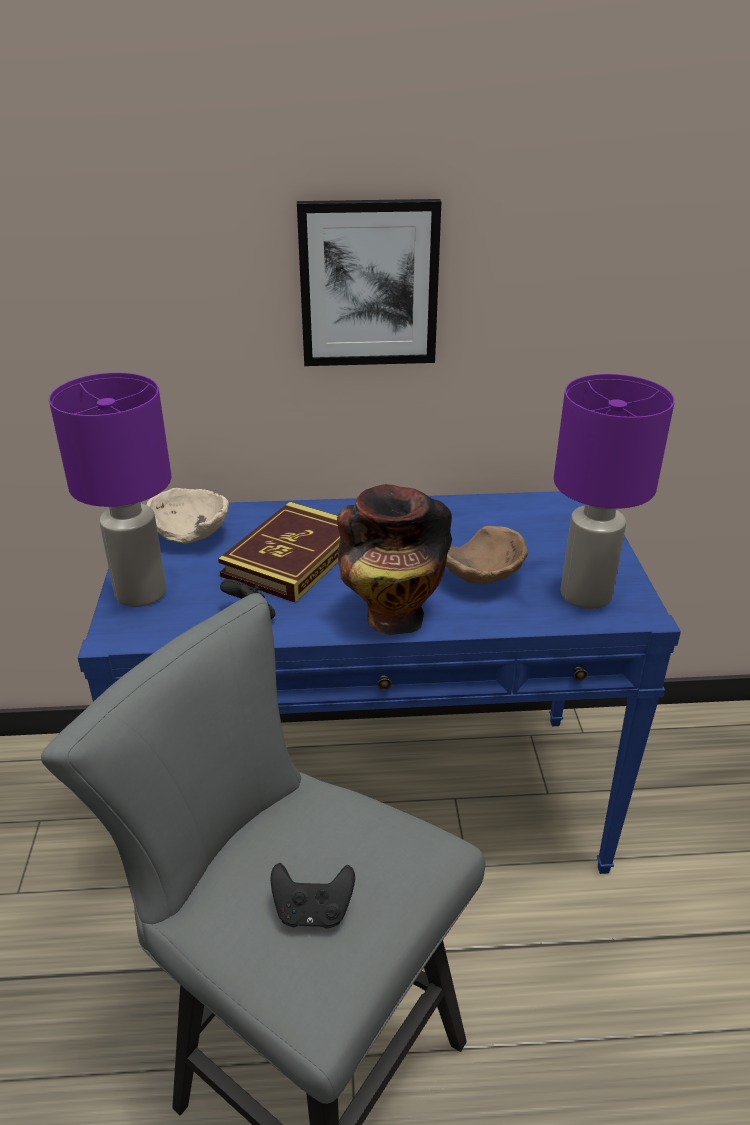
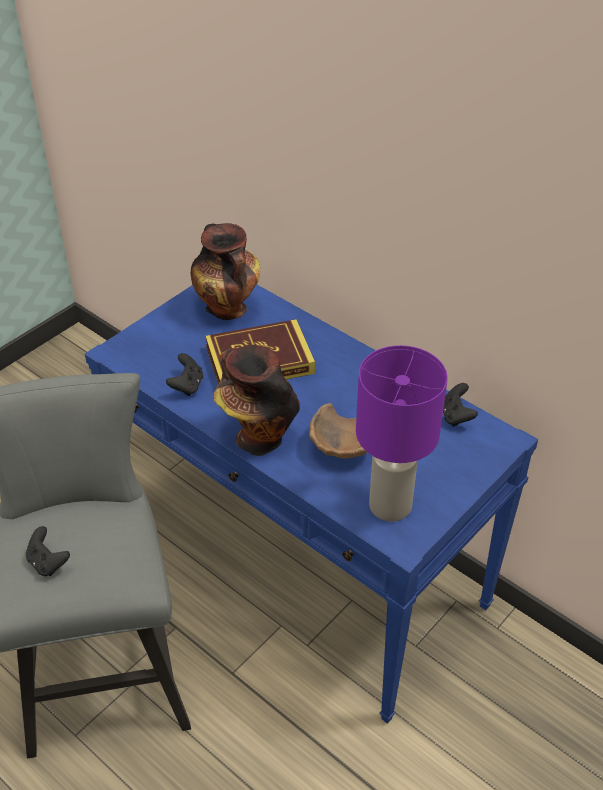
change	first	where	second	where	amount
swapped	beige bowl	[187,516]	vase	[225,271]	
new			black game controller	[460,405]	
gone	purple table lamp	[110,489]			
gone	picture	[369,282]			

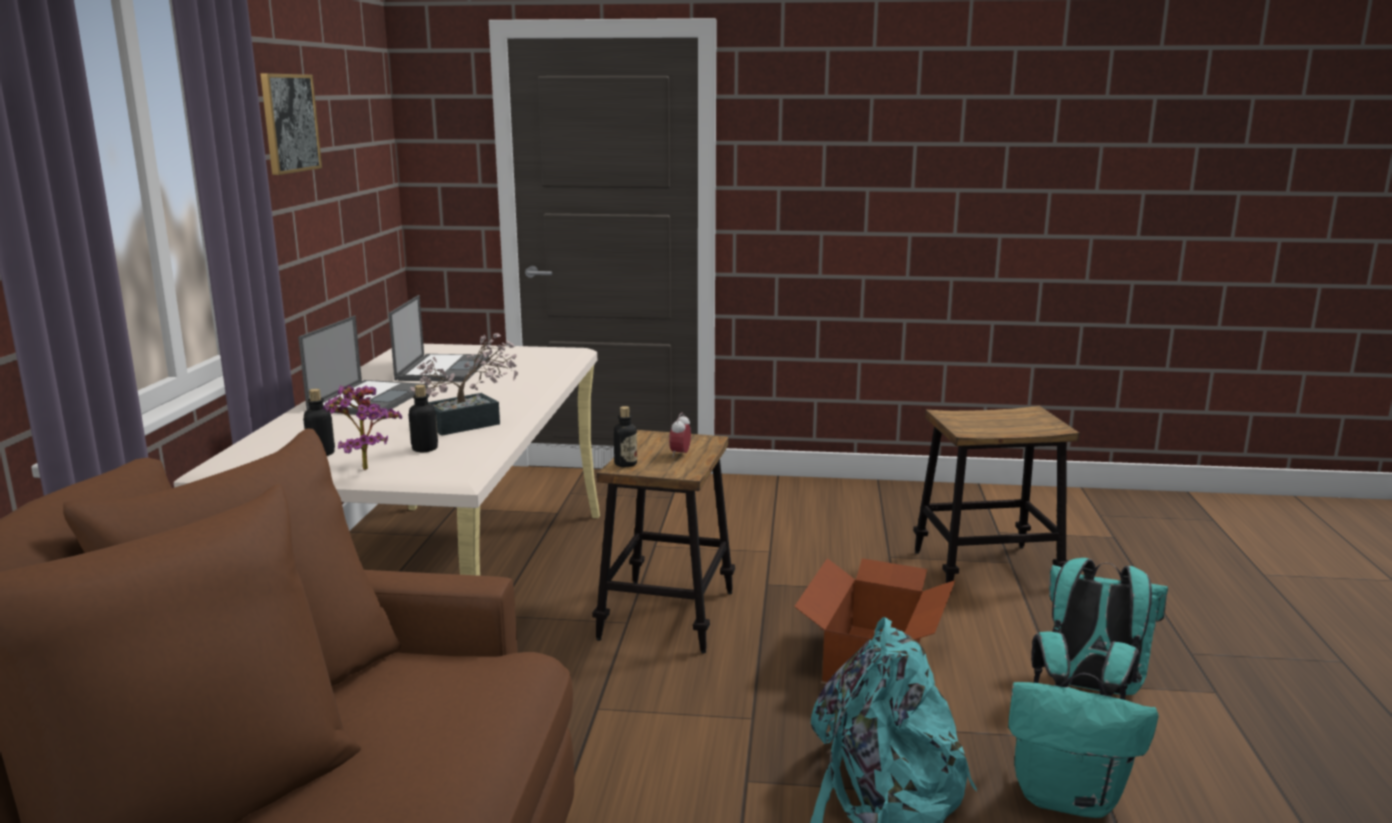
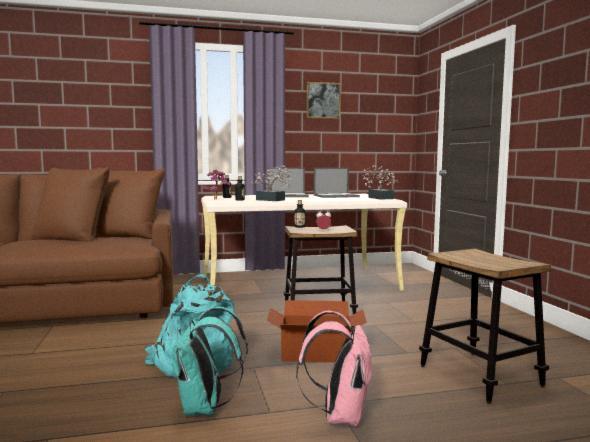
change	first	where	second	where	amount
repainted	turquoise backpack	[1108,626]	pink backpack	[334,369]	
new			potted plant	[380,182]	

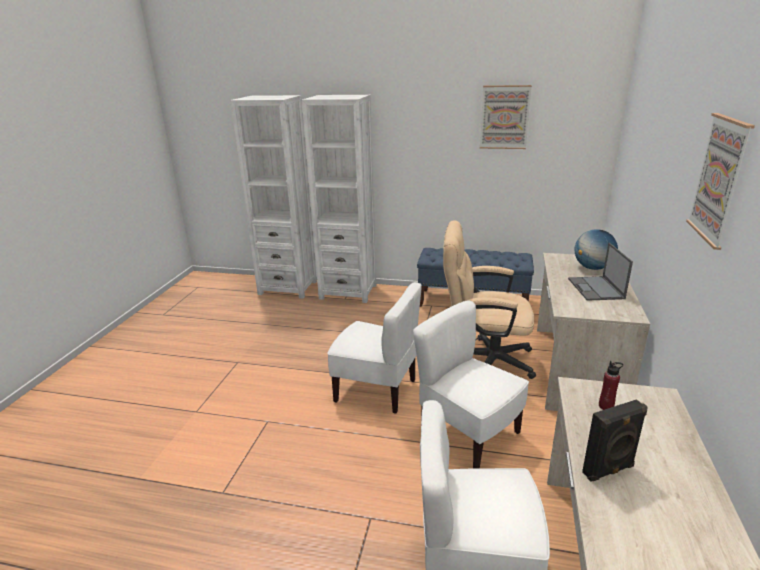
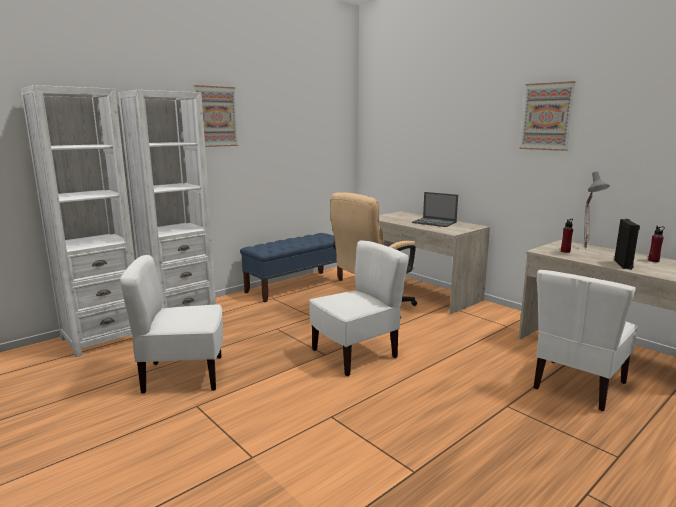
change	first	where	second	where	amount
shifted	white chair	[471,384]		[171,324]	
shifted	picture	[506,117]		[215,116]	
new			grey table lamp	[597,211]	
new			red bottle	[656,244]	
gone	globe	[596,249]			

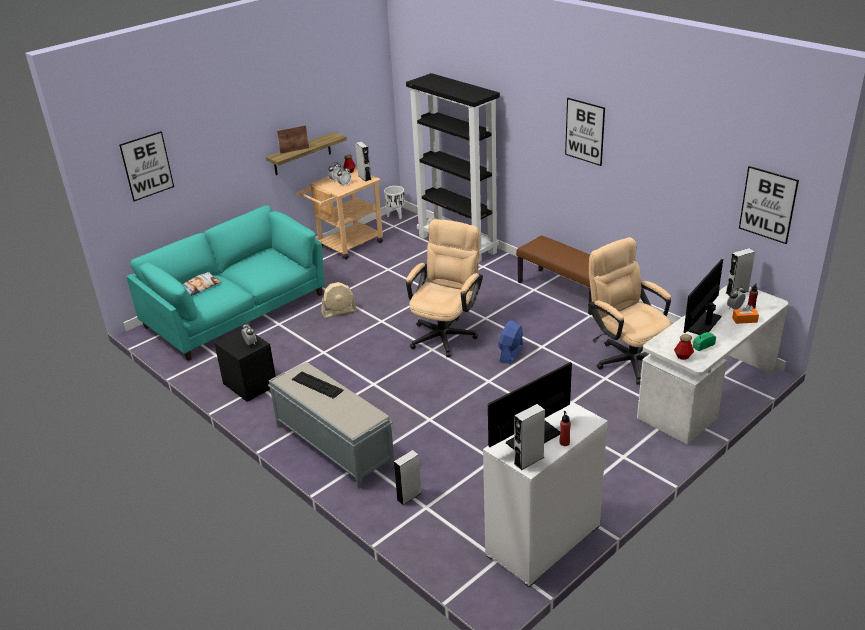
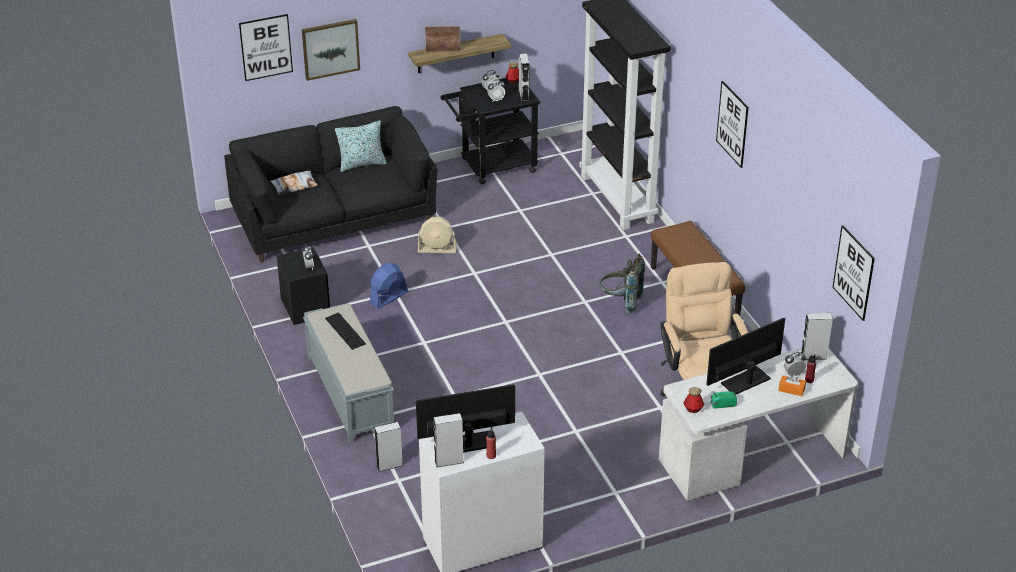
change	first	where	second	where	amount
repainted	turquoise sofa	[225,283]	black sofa	[330,184]	
new			picture	[331,50]	
new			pillow	[361,146]	
shifted	blue fan	[510,342]		[389,285]	
repainted	beige cart	[340,214]	black cart	[491,131]	
new			grey backpack	[622,284]	
gone	white planter	[394,202]			
gone	beige office chair	[444,288]			

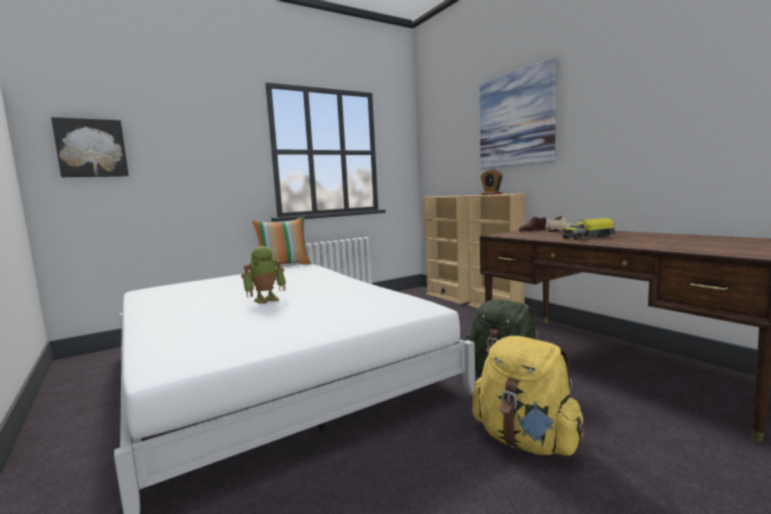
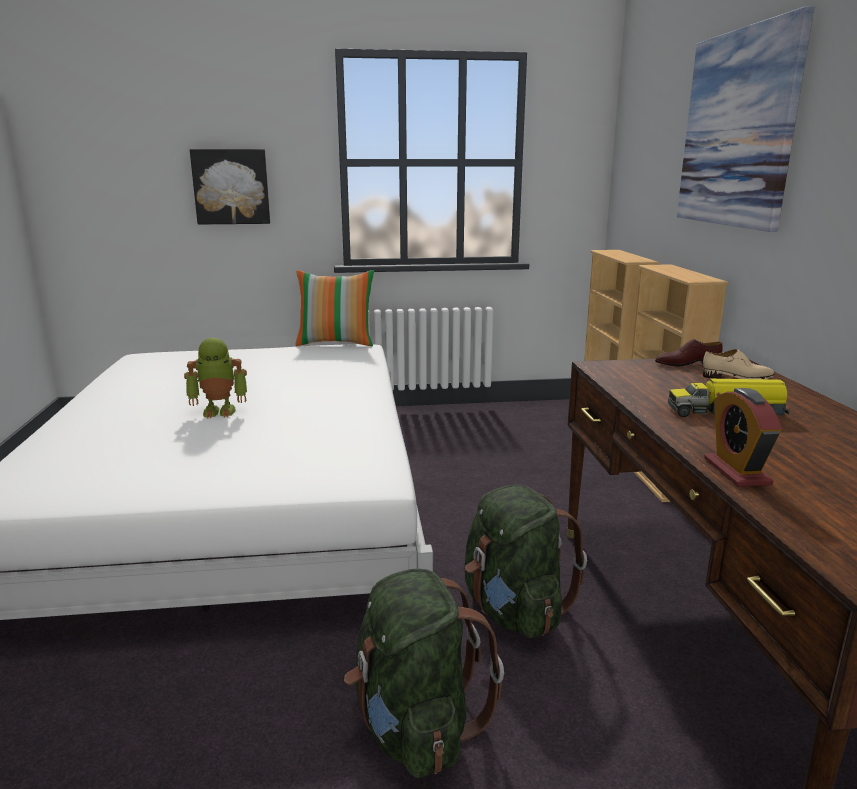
change	first	where	second	where	amount
shifted	picture	[90,147]		[230,187]	
repainted	yellow backpack	[529,396]	green backpack	[424,673]	
shifted	alarm clock	[491,182]		[743,437]	

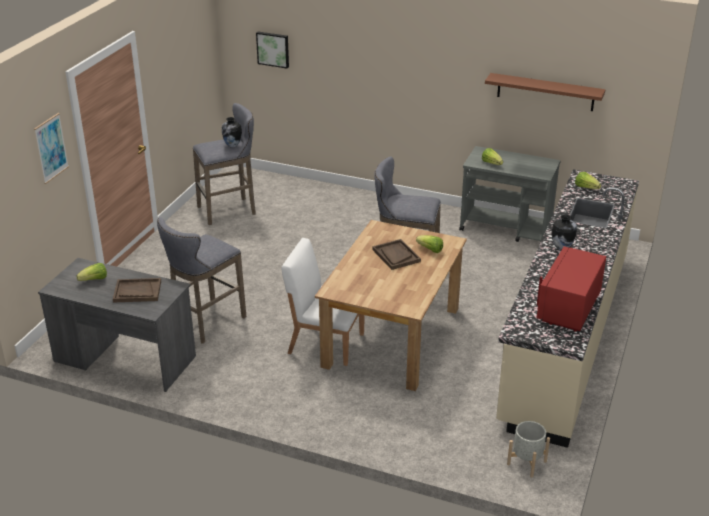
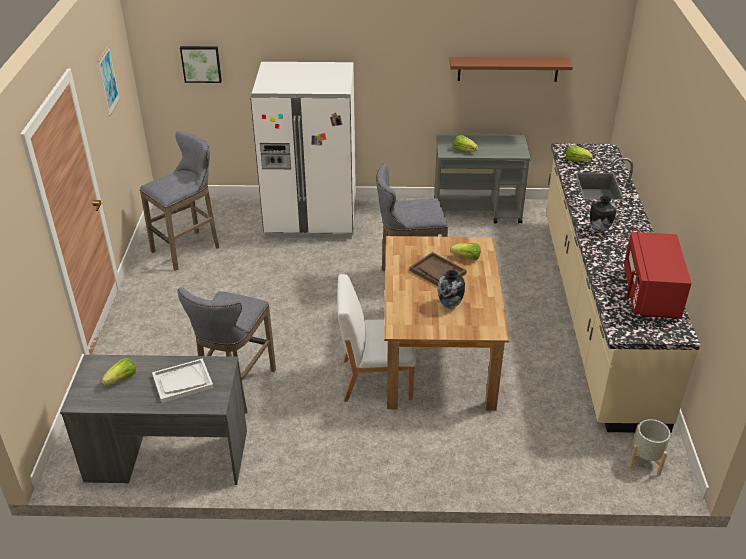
change	first	where	second	where	amount
shifted	picture	[51,148]		[109,80]	
repainted	brown tray	[137,290]	white tray	[183,380]	
new			white fridge	[303,150]	
shifted	vase	[232,132]		[451,289]	

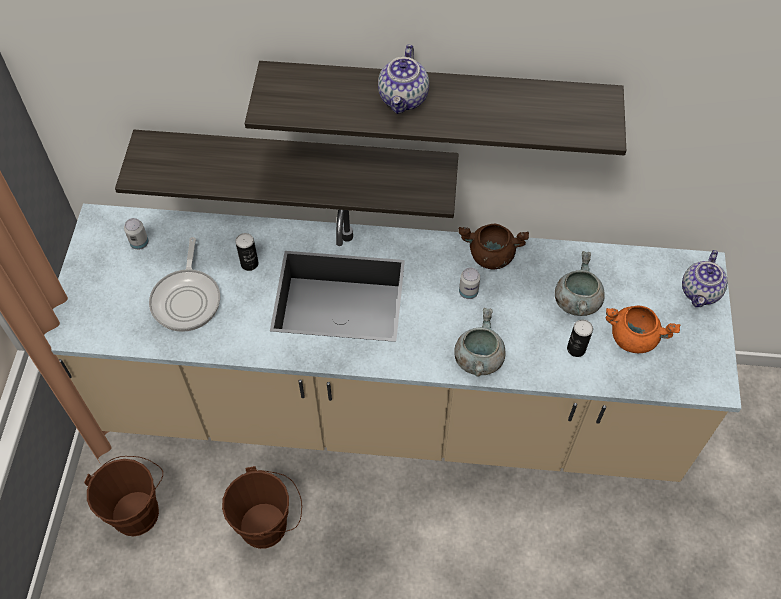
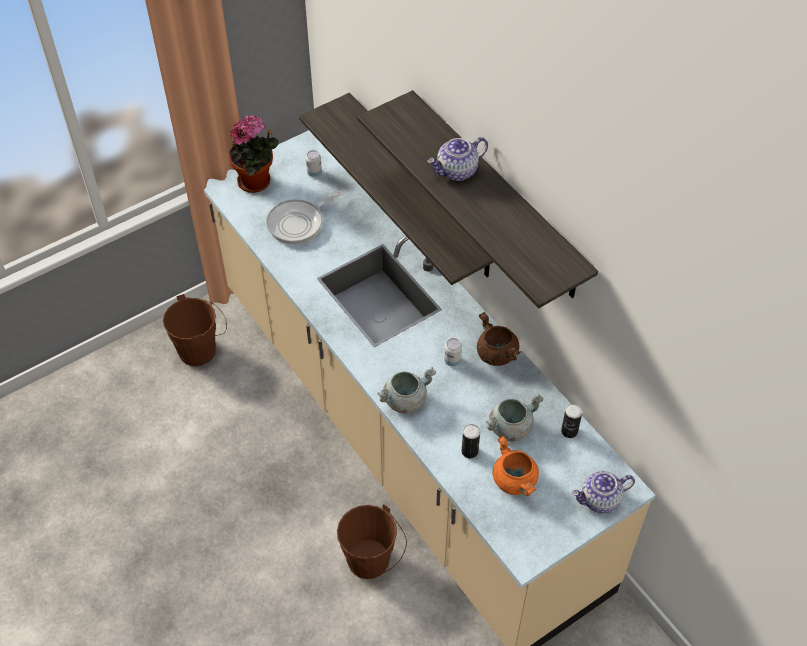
change	first	where	second	where	amount
new			potted plant	[254,154]	
shifted	brown bucket	[262,507]		[372,541]	
shifted	can	[246,252]		[571,421]	

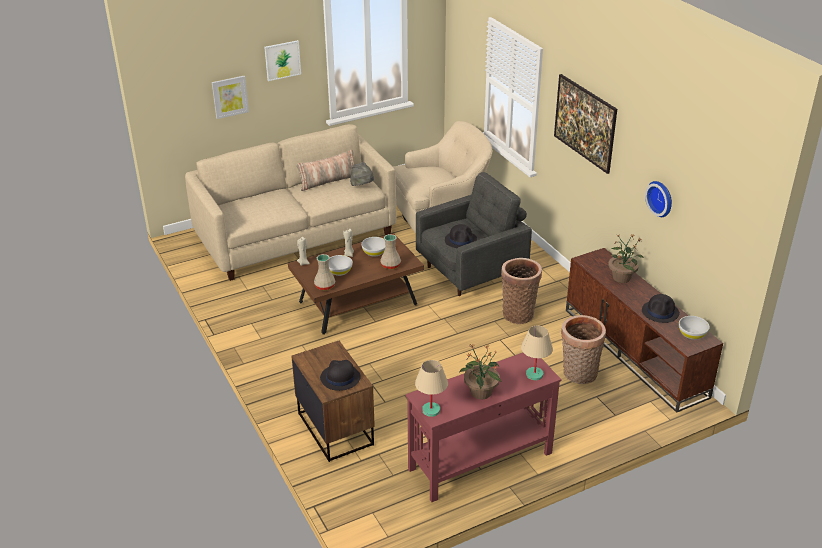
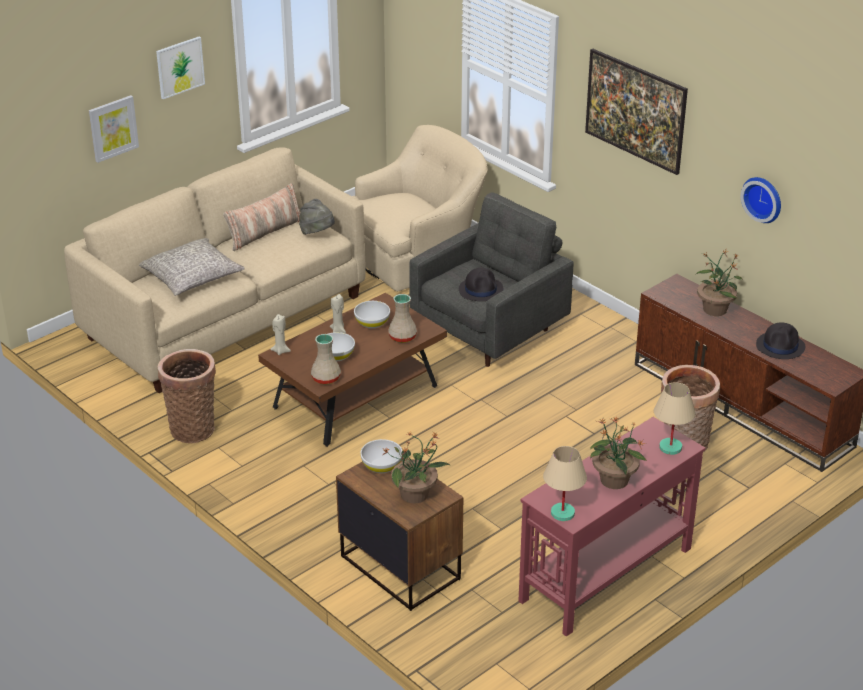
change	first	where	second	where	amount
new			grey pillow	[192,267]	
shifted	basket	[521,291]		[187,396]	
shifted	white bowl	[694,328]		[381,456]	
swapped	black hat	[340,375]	potted plant	[417,467]	

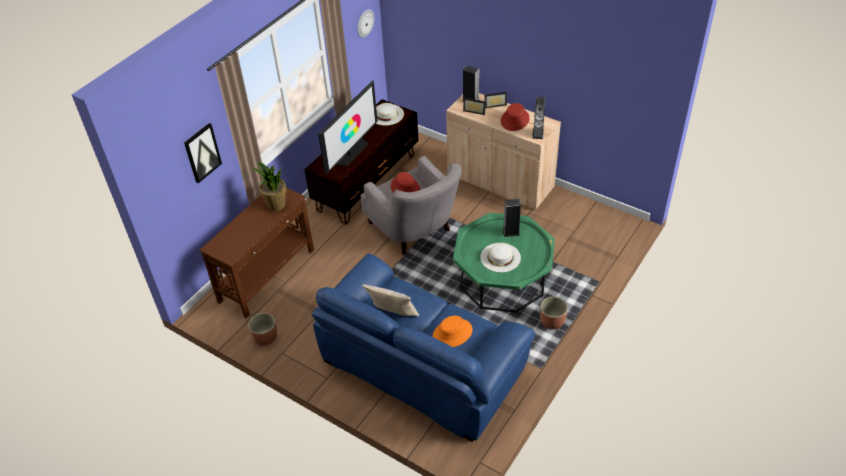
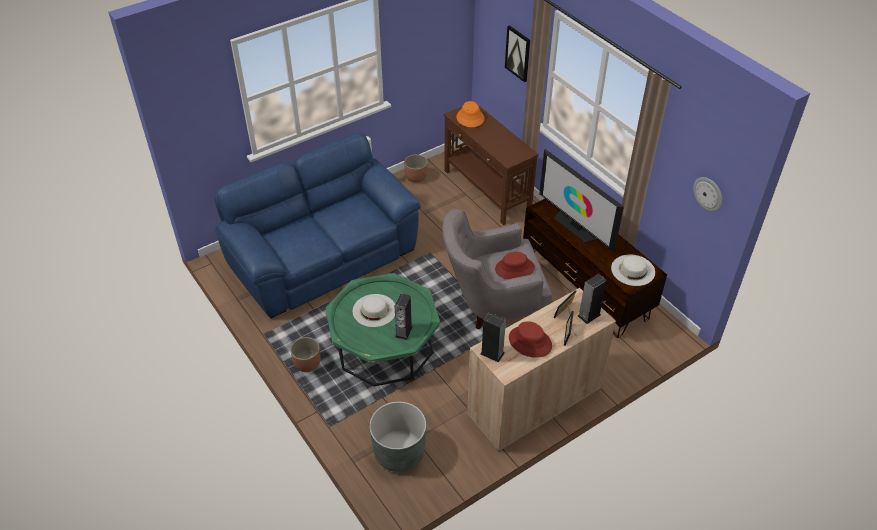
change	first	where	second	where	amount
new			grey planter	[397,436]	
shifted	orange hat	[453,331]		[470,114]	
gone	potted plant	[268,187]			
gone	beige pillow	[391,300]			

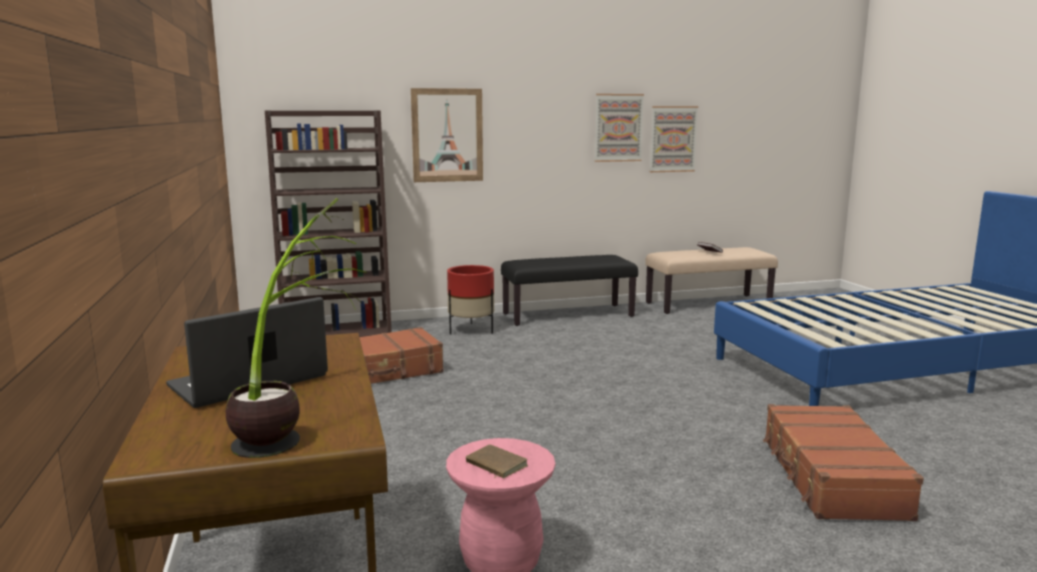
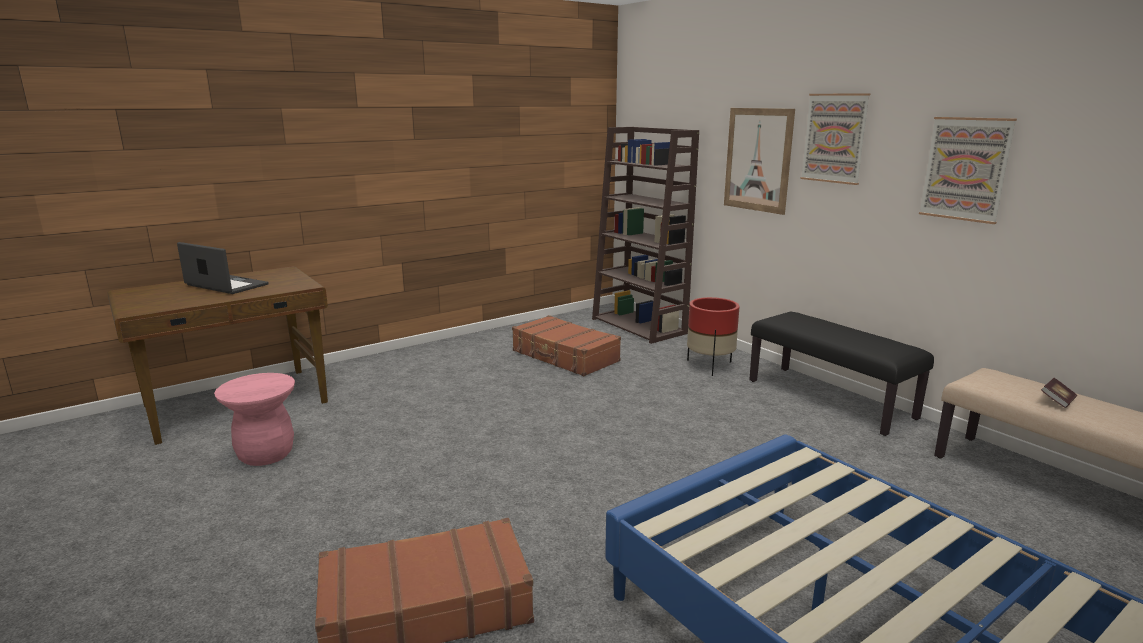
change	first	where	second	where	amount
shifted	picture	[674,139]		[835,139]	
gone	potted plant	[296,328]			
gone	brown book	[497,461]			

